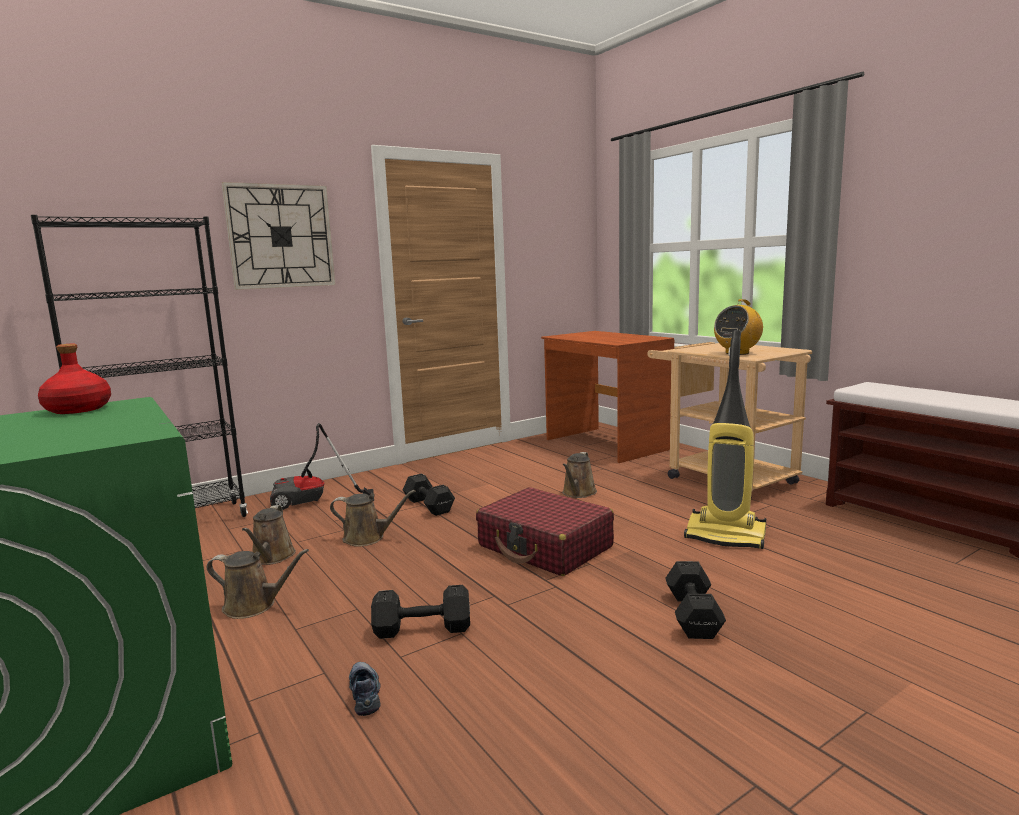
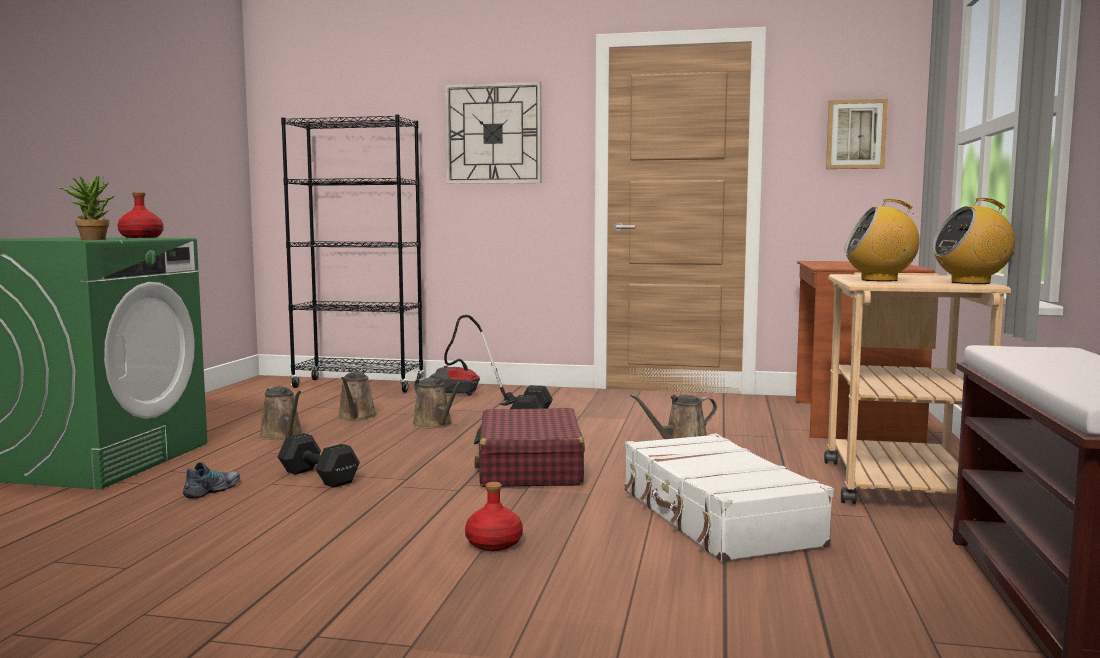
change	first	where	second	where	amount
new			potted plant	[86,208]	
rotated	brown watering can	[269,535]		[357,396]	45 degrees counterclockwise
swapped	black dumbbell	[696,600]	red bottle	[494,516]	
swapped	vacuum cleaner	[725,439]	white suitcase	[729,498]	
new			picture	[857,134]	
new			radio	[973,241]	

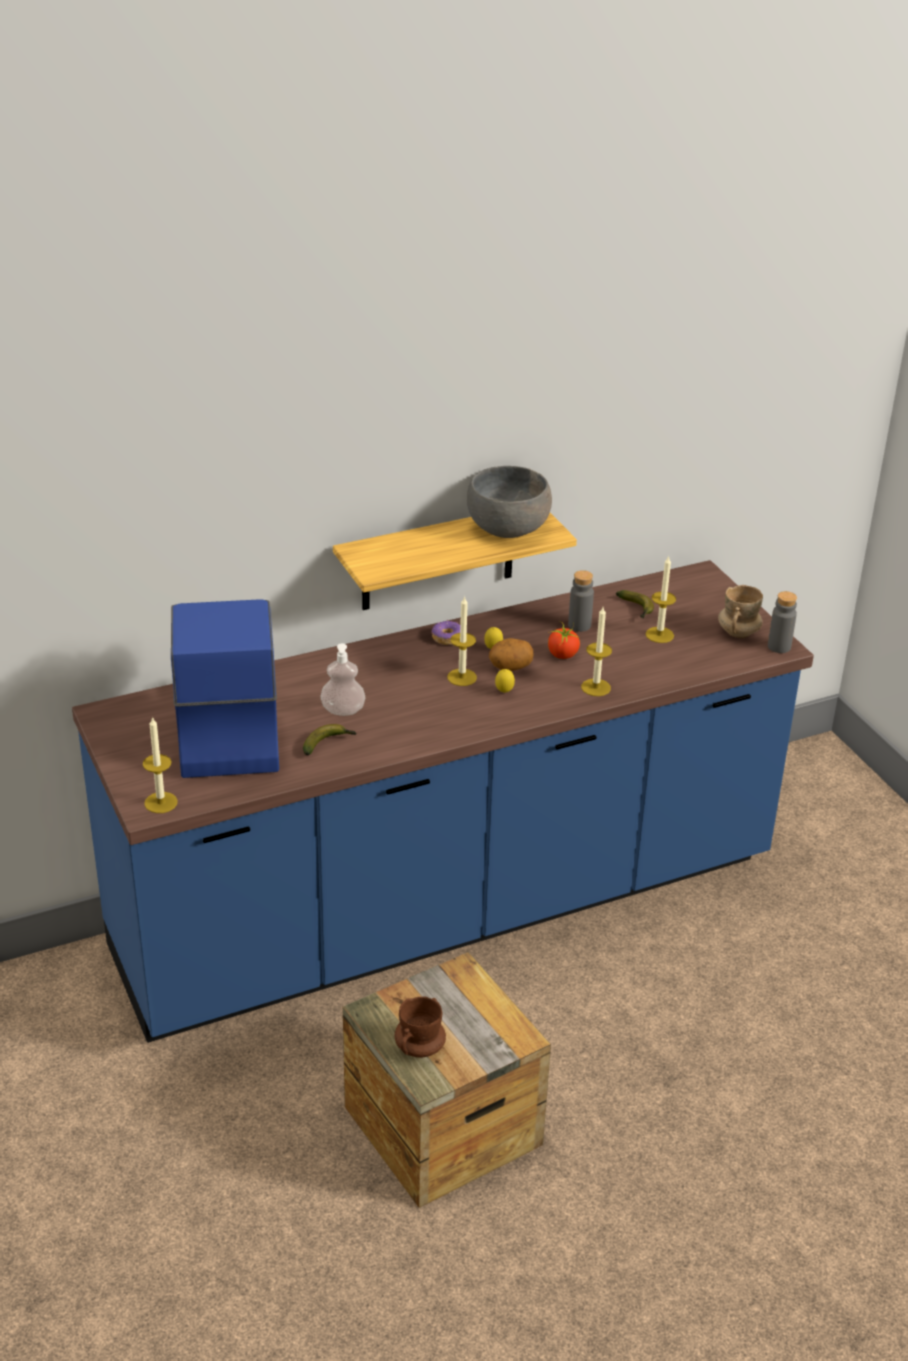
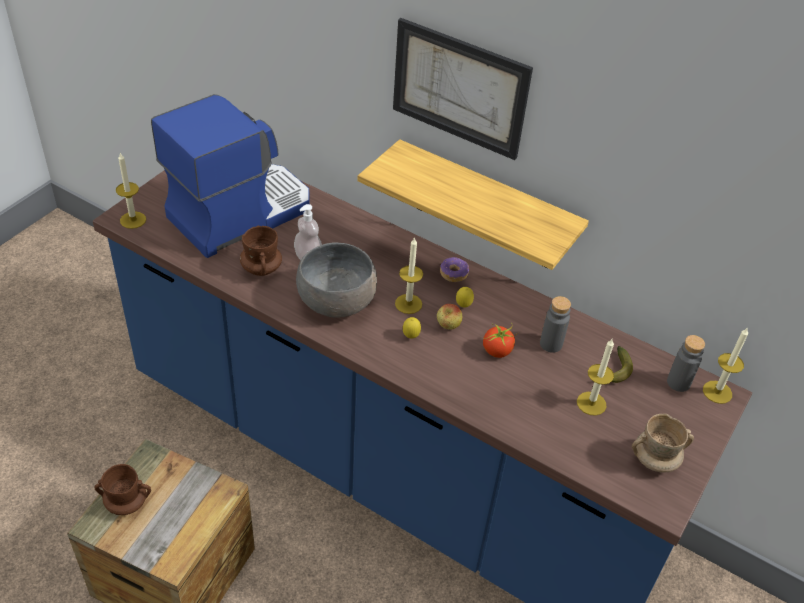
change	first	where	second	where	amount
swapped	banana	[330,739]	brown mug	[261,251]	
shifted	grey bowl	[509,502]		[336,280]	
new			picture	[463,89]	
swapped	potato	[511,654]	apple	[449,317]	
shifted	grey bottle	[782,622]		[686,363]	
shifted	candle	[596,651]		[725,365]	

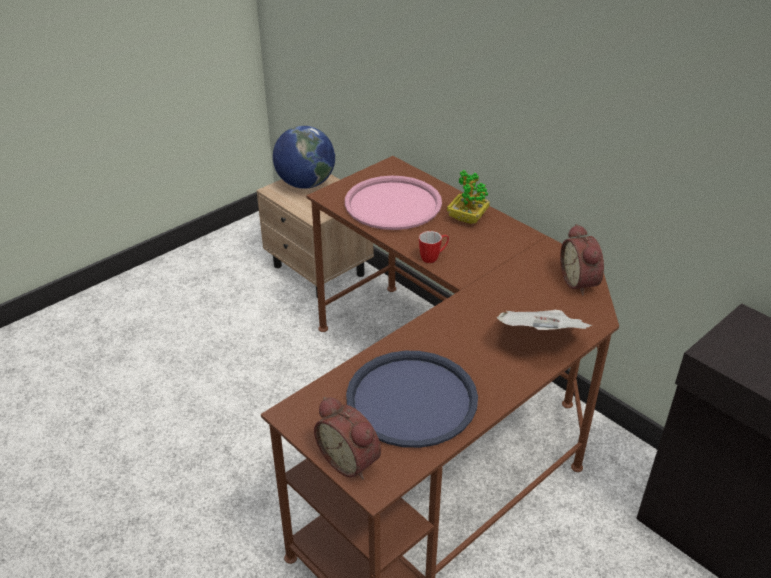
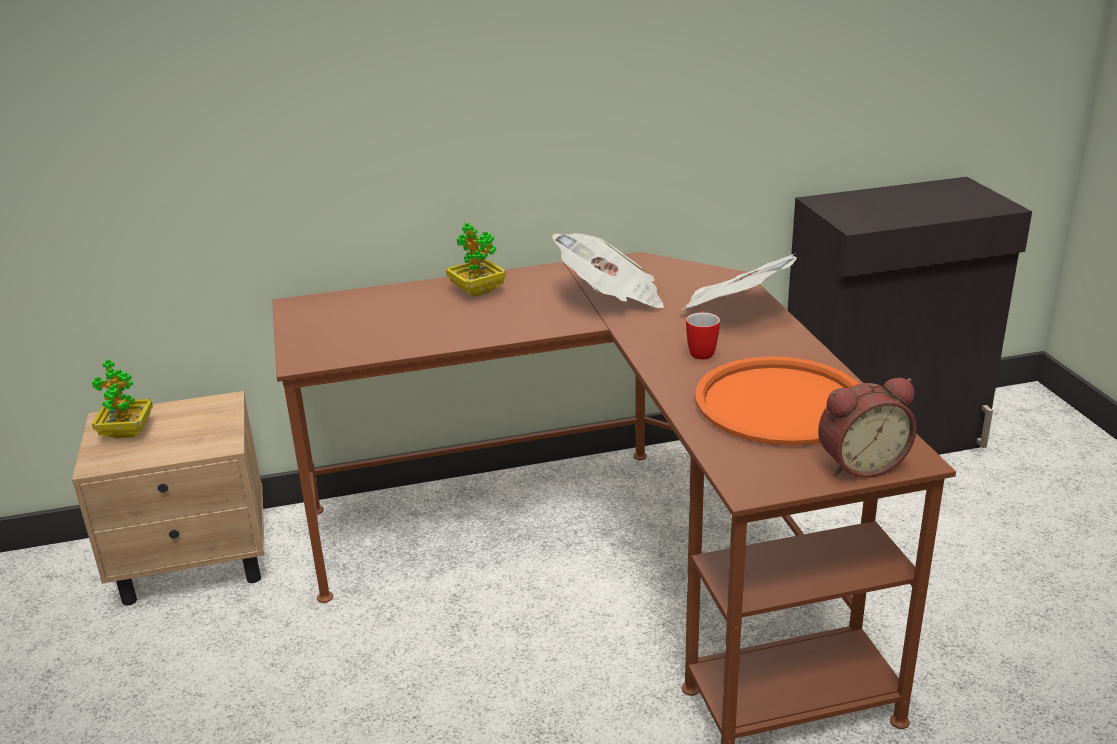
change	first	where	second	where	amount
swapped	globe	[304,157]	potted plant	[122,398]	
new			newspaper	[608,270]	
shifted	mug	[434,247]		[703,335]	
repainted	blue tray	[412,399]	orange tray	[777,401]	
gone	pink tray	[393,203]			
gone	alarm clock	[582,259]			

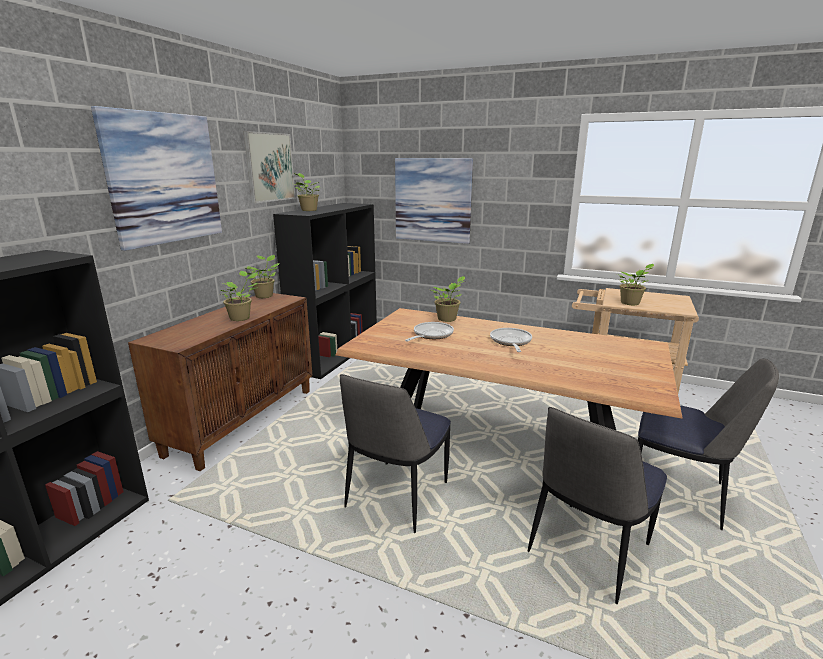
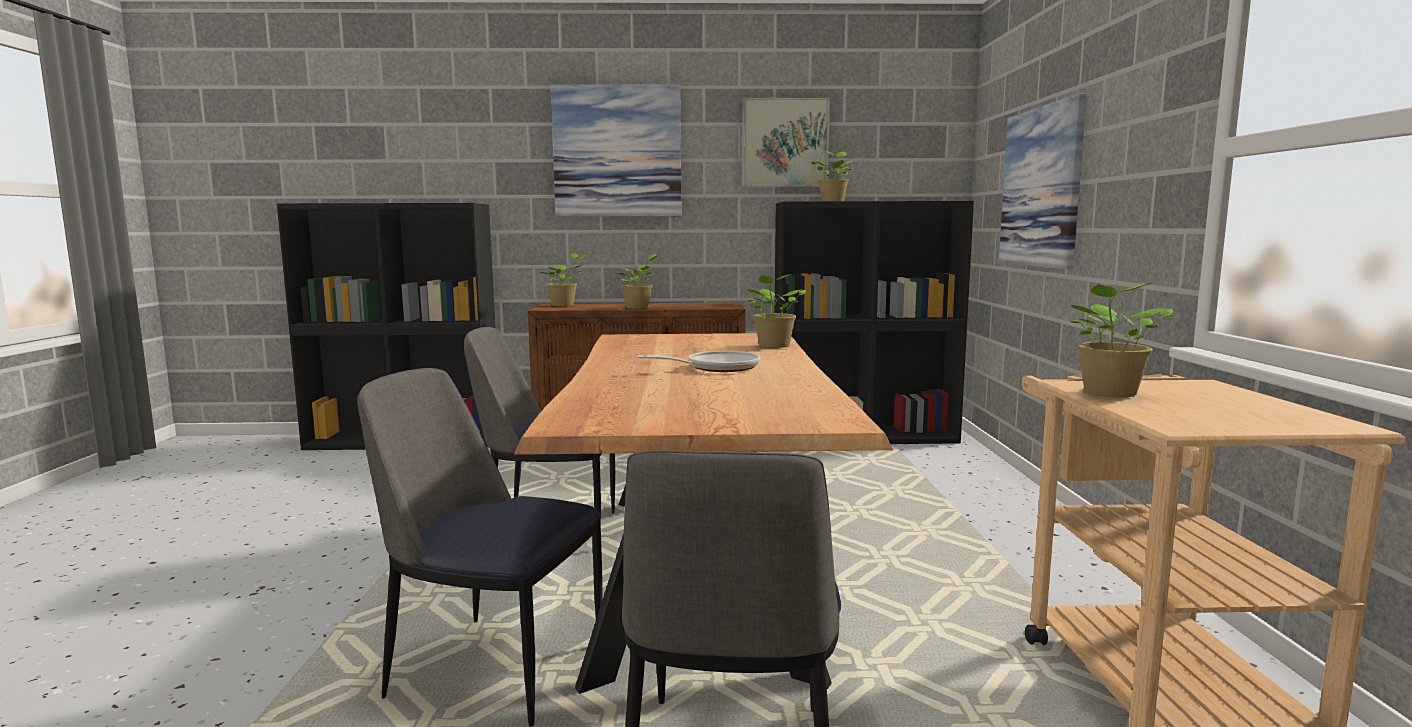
change	first	where	second	where	amount
shifted	potted plant	[263,276]		[563,279]	
gone	frying pan	[429,332]			

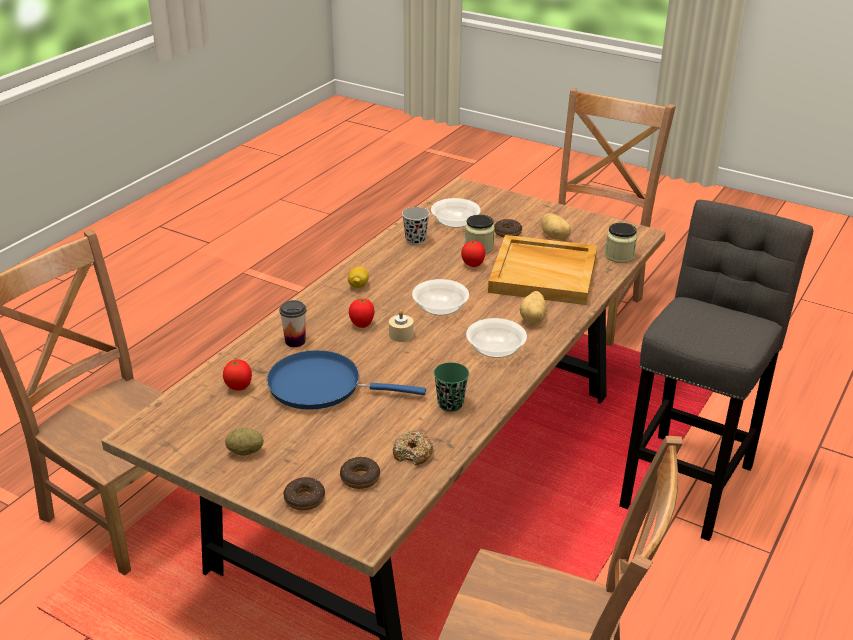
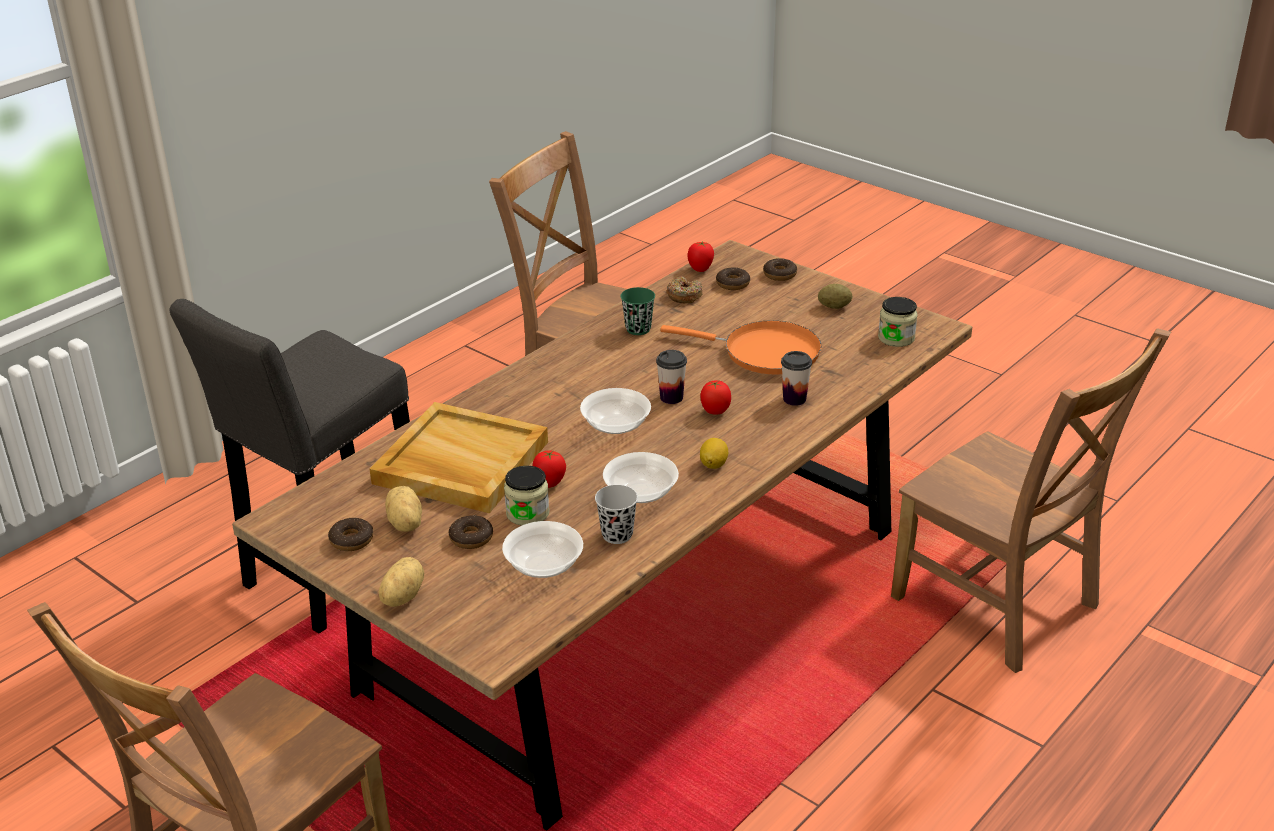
change	first	where	second	where	amount
new			donut	[350,534]	
shifted	potato	[533,307]		[401,582]	
shifted	bowl	[496,338]		[641,477]	
swapped	beige candle	[401,326]	cup	[671,377]	
repainted	blue frying pan	[346,380]	orange frying pan	[741,347]	
shifted	tomato	[237,375]		[701,257]	
shifted	jar	[621,243]		[898,322]	

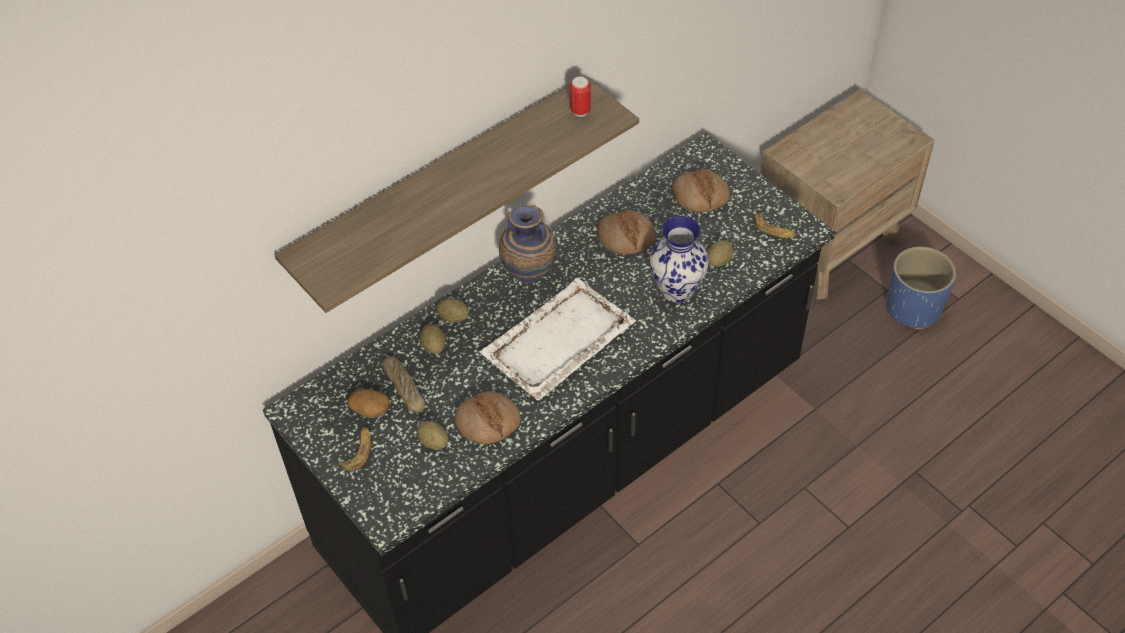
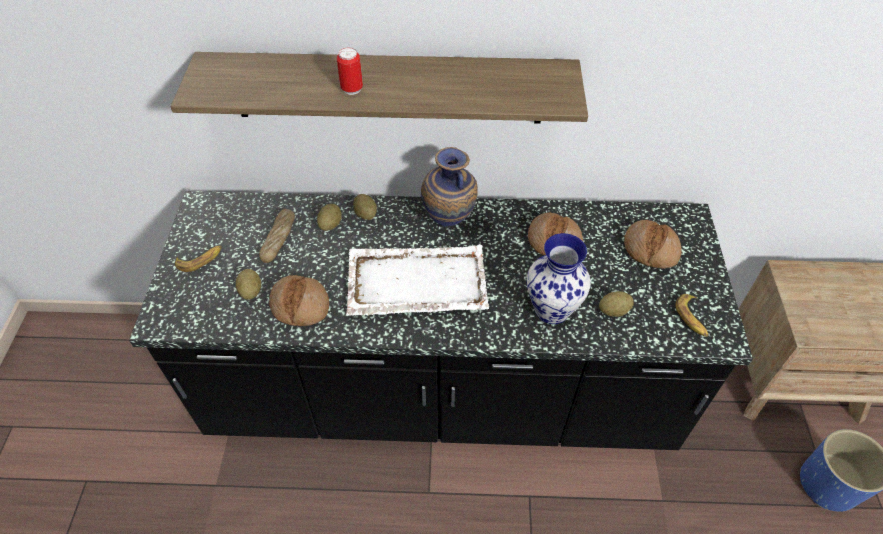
change	first	where	second	where	amount
shifted	can	[580,96]		[350,71]	
gone	potato	[368,403]			

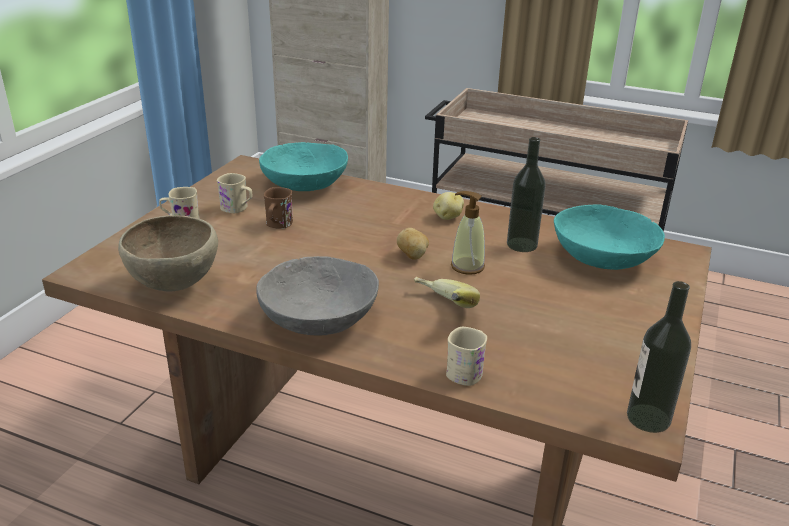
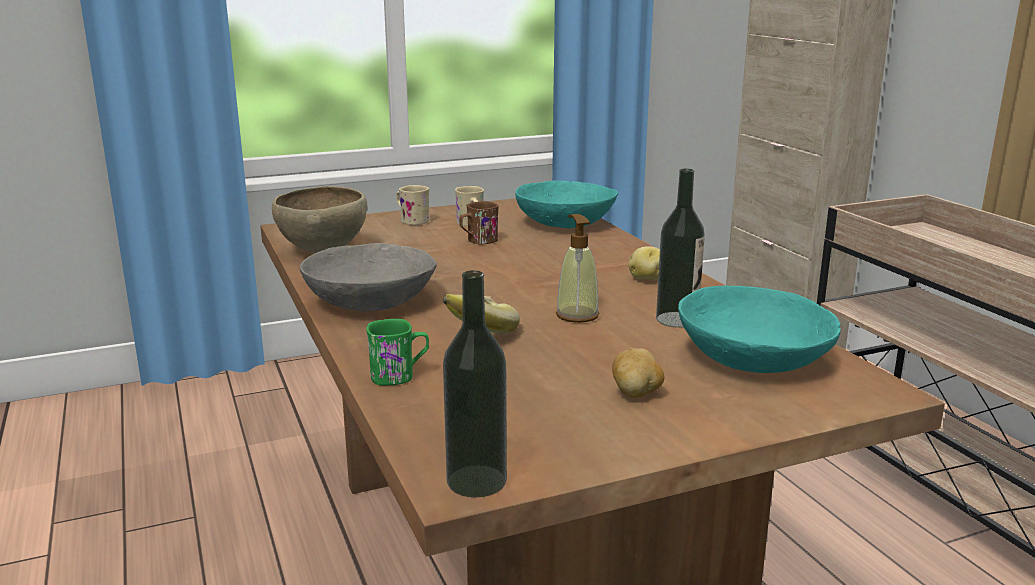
change	first	where	second	where	amount
repainted	beige mug	[466,356]	green mug	[397,352]	
shifted	potato	[413,244]		[638,373]	

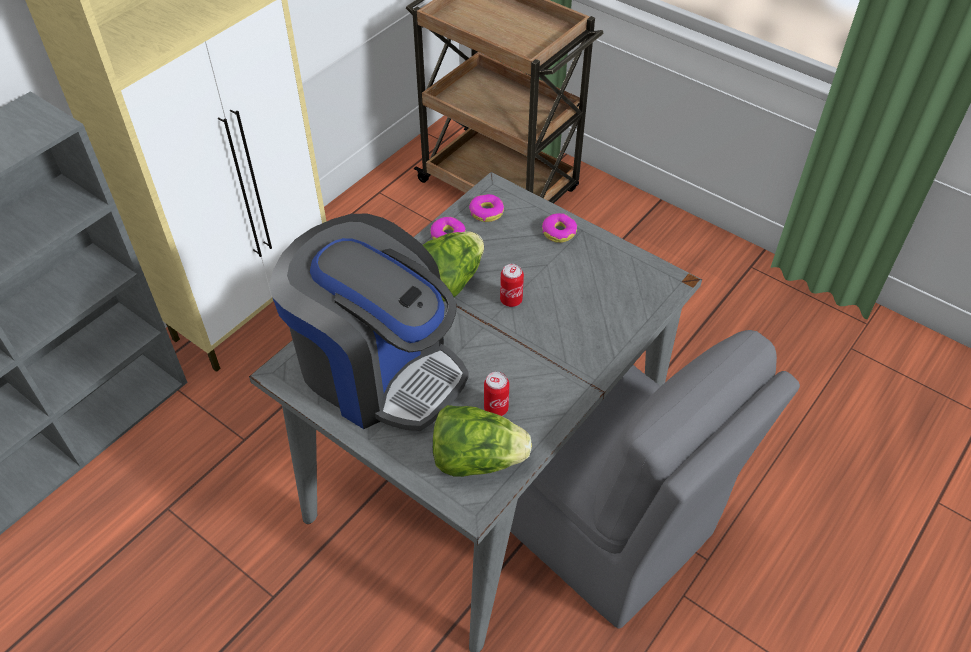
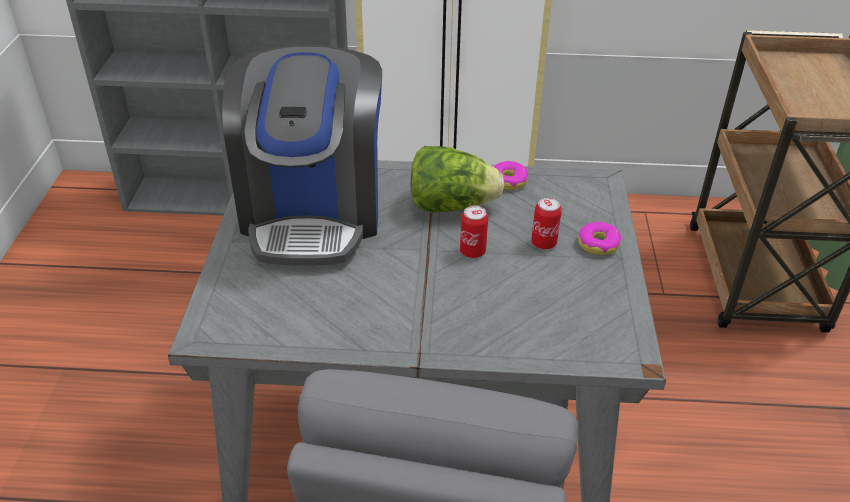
change	first	where	second	where	amount
shifted	can	[496,394]		[546,223]	
gone	lettuce	[482,441]			
gone	donut	[486,208]			

